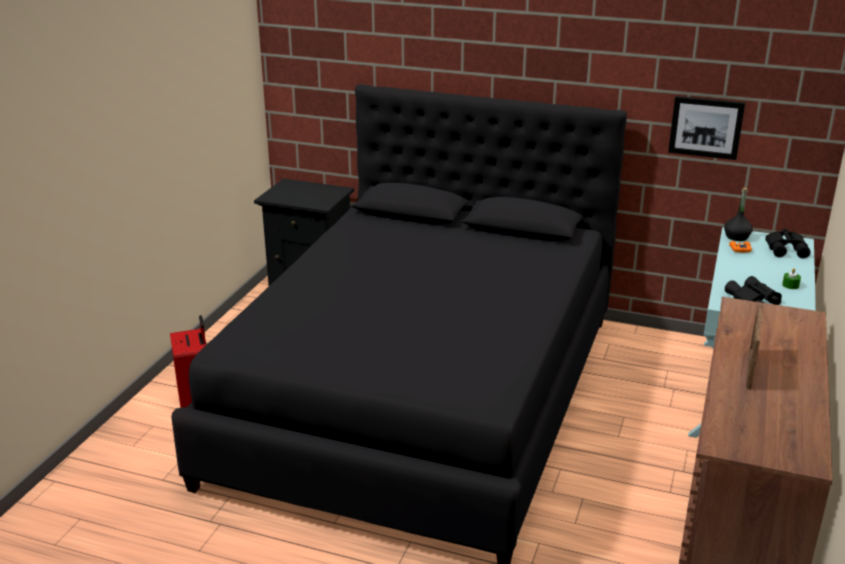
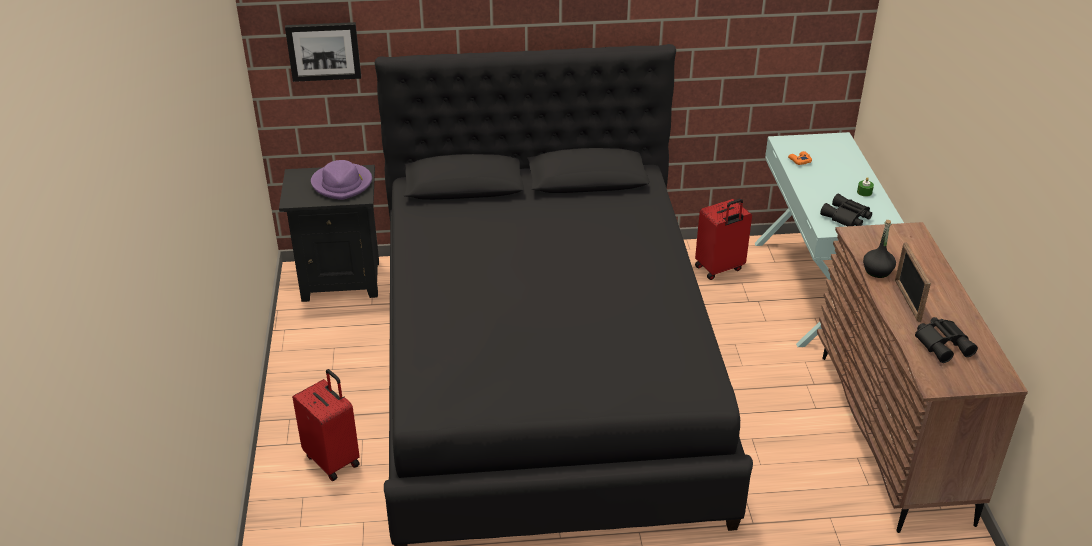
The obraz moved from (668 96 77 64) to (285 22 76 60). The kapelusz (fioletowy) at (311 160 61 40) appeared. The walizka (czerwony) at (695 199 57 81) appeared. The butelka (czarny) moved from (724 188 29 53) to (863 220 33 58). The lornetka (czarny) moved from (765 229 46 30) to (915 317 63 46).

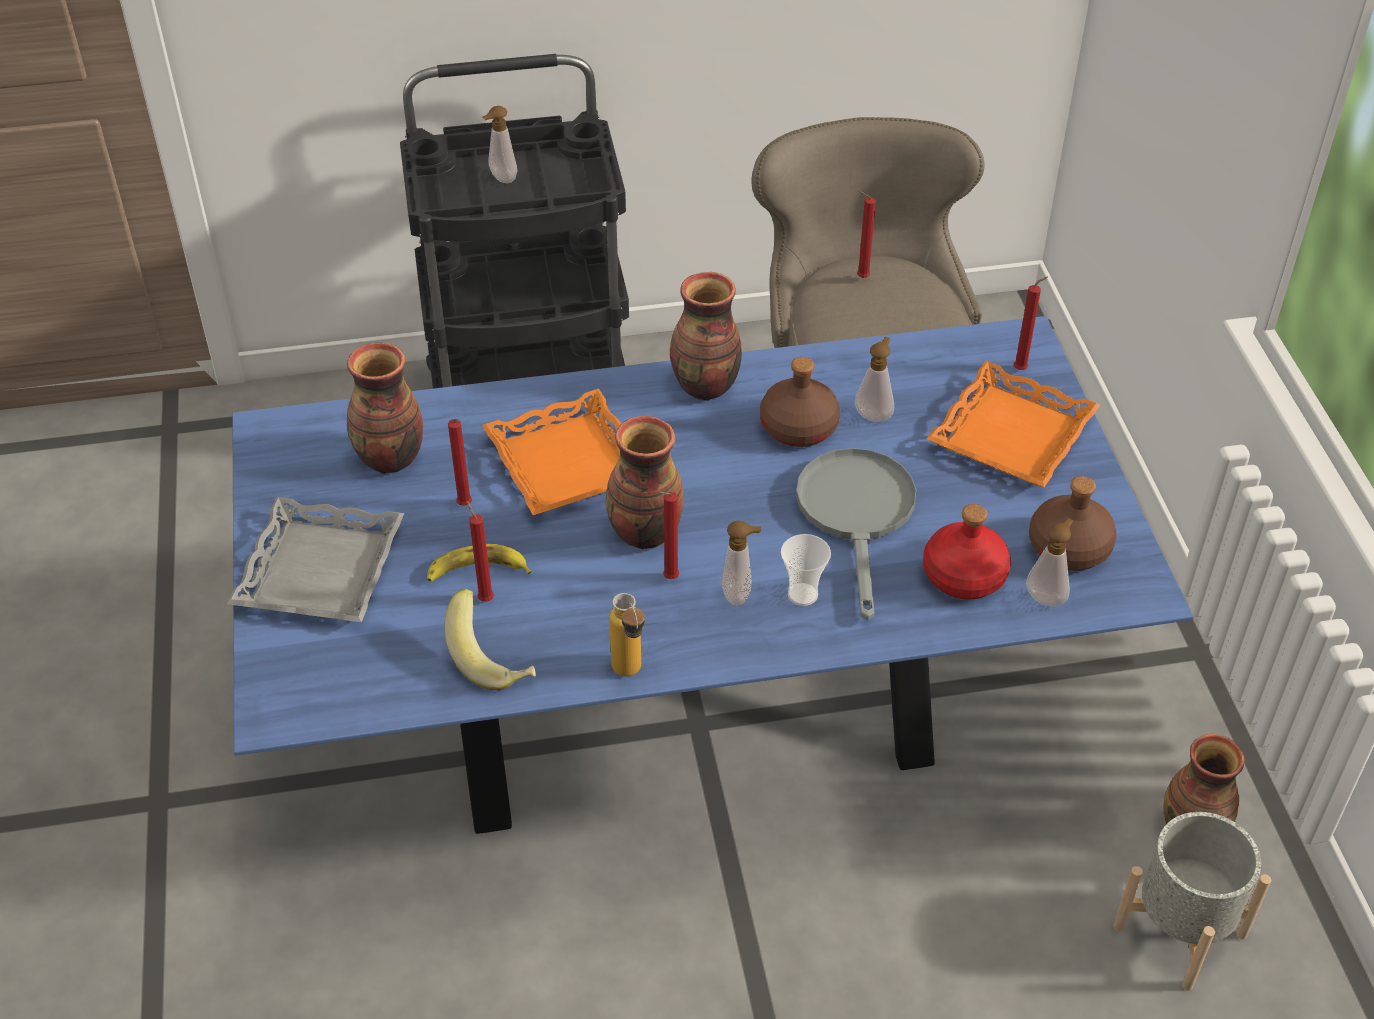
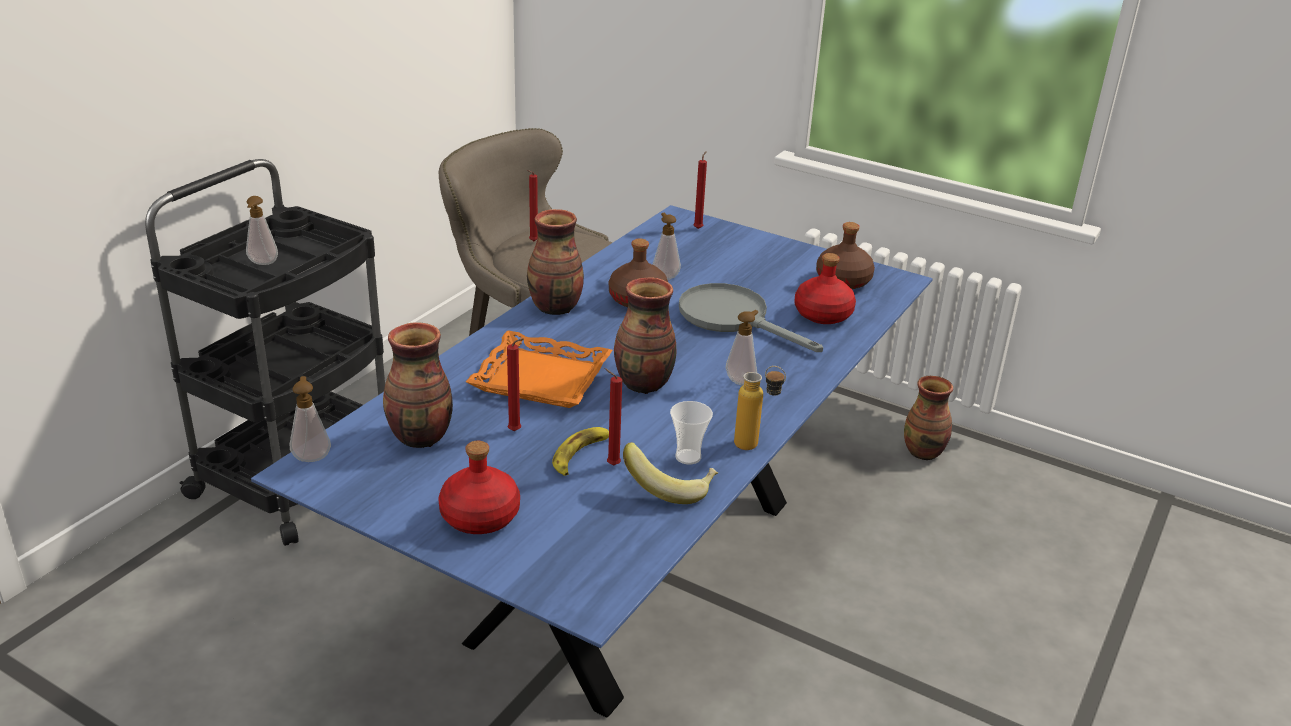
The dozownik mydła moved from (1026 518 47 89) to (289 376 42 86). The taca (szary) at (227 497 177 125) was replaced by the butelka (czerwony) at (438 441 82 93). The filiżanka moved from (781 534 50 72) to (670 401 43 64). The świeca (czerwony) at (658 491 21 88) disappeared. The taca (pomarańczowy) at (927 361 173 126) disappeared. The donica (szary) at (1113 812 158 179) disappeared.

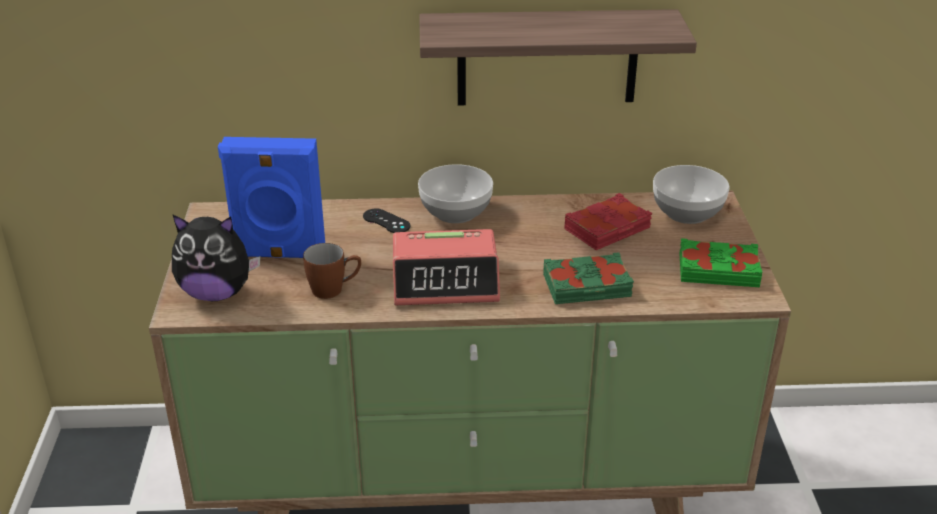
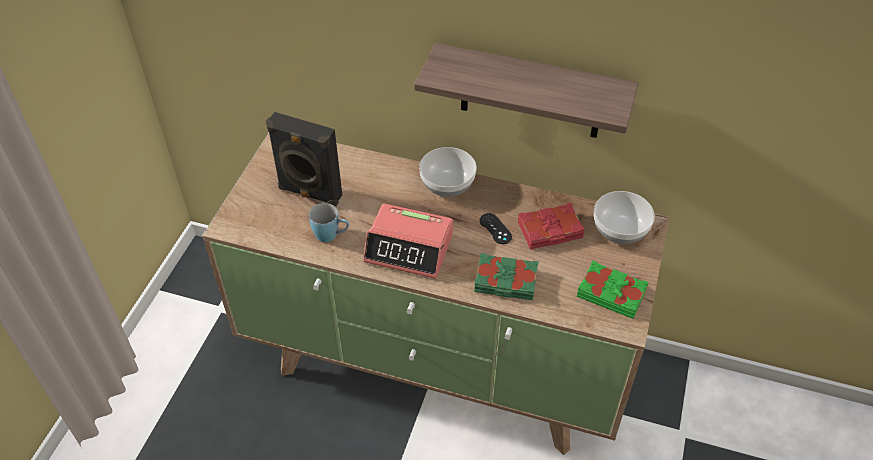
The głośnik (niebieski) at (218 137 107 121) became the głośnik (czarny) at (266 112 76 94). The kubek (brązowy) at (303 243 58 56) became the kubek (niebieski) at (309 203 40 39). The pad do gier (czarny) moved from (363 209 48 24) to (480 213 32 31). The pluszak at (172 214 89 87) disappeared.

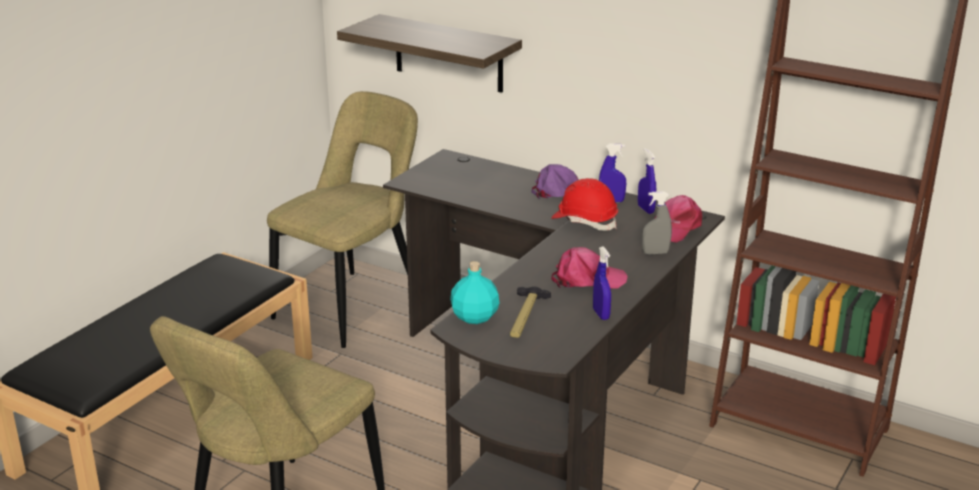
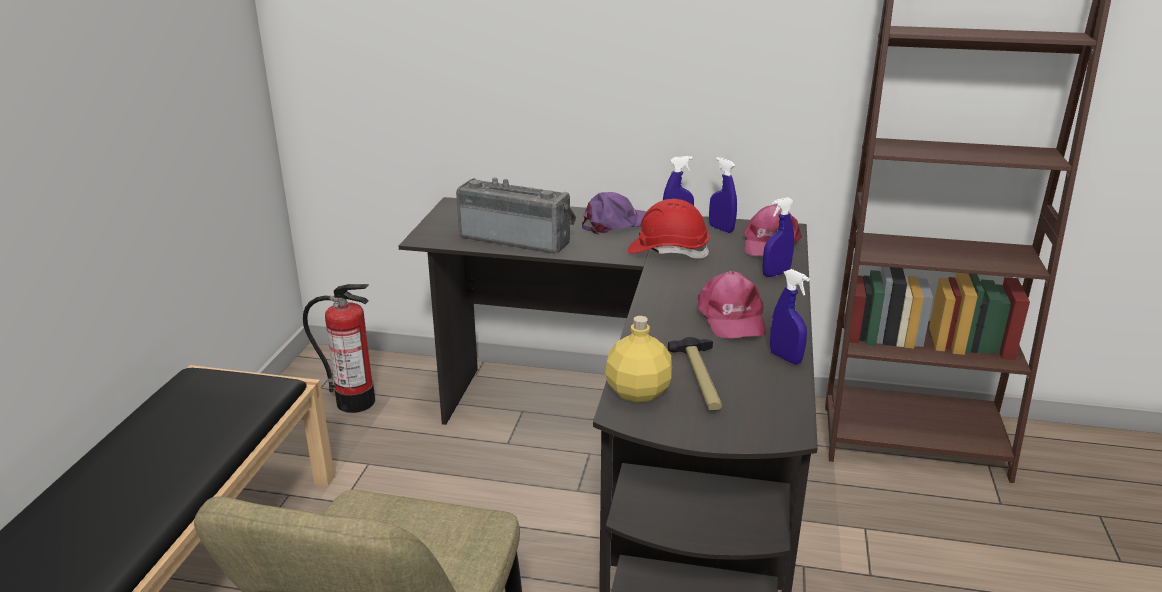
The krzesło (beżowy) at (267 91 151 257) was replaced by the gaśnica at (303 284 72 129). The radio at (456 178 120 76) appeared. The butelka (turkusowy) at (450 261 49 63) became the butelka (żółty) at (605 316 67 87). The czapka z daszkiem (różowy) at (551 247 77 42) turned 105 degrees clockwise. The spryskiwacz (szary) at (642 191 30 64) became the spryskiwacz (niebieski) at (762 197 32 80). The półka at (337 14 185 79) disappeared.

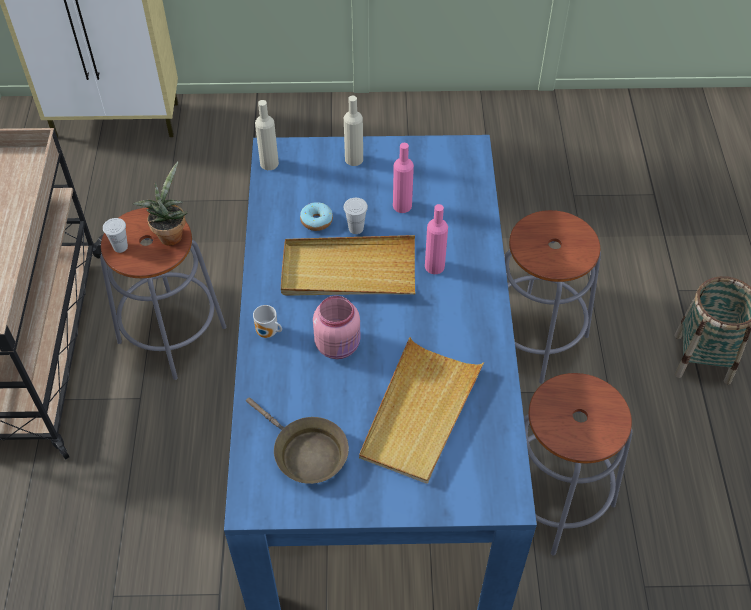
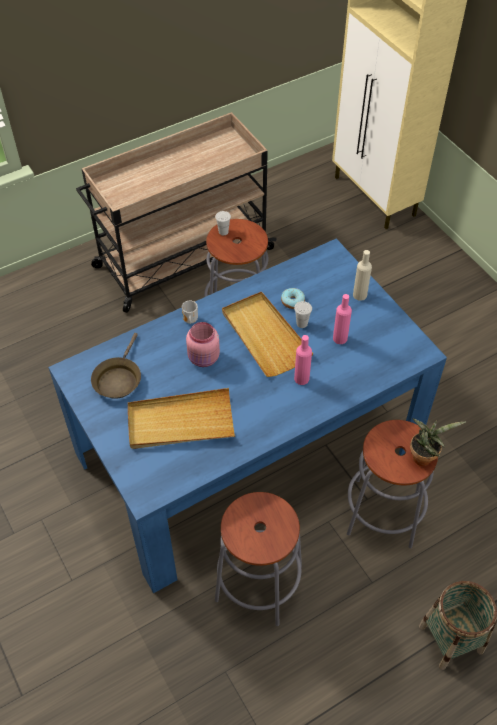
The roślina doniczkowa moved from (133 162 55 84) to (410 418 56 48). The butelka (beżowy) at (255 100 24 70) disappeared.

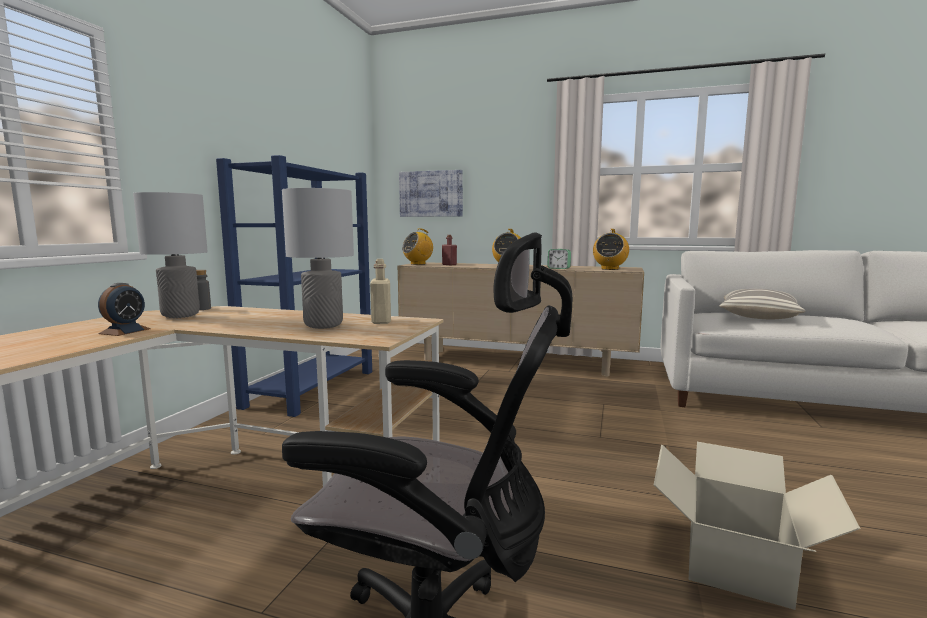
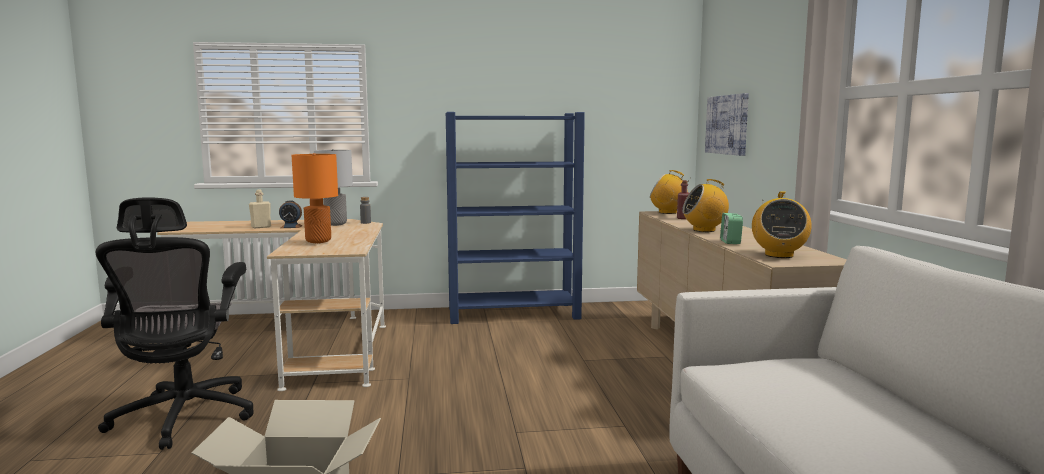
The butelka (beżowy) moved from (370 259 21 65) to (249 190 22 38). The lampa stołowa (szary) at (282 188 72 141) became the lampa stołowa (pomarańczowy) at (292 153 46 91). The radio at (593 229 36 41) turned 75 degrees counterclockwise. The poduszka at (720 289 86 30) disappeared.

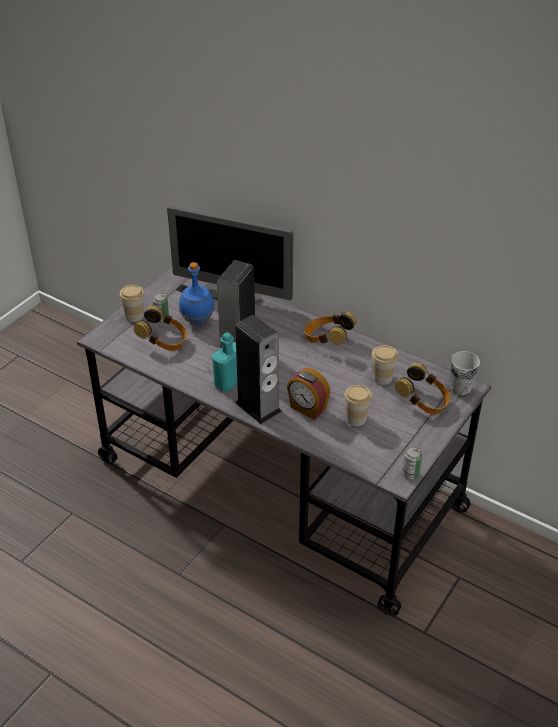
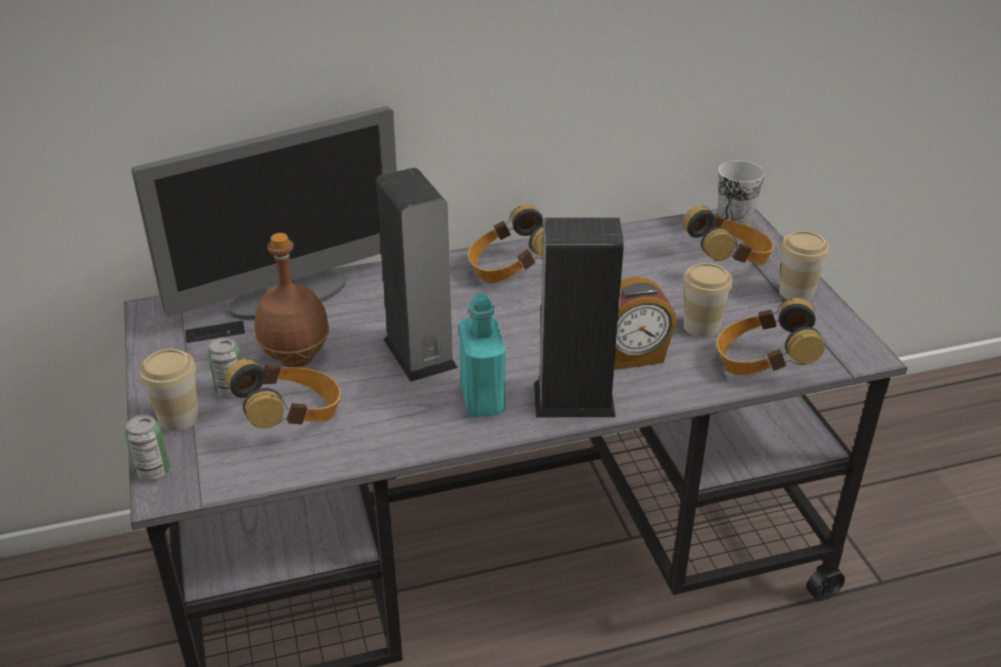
The puszka moved from (402 447 20 32) to (125 414 45 67). The butelka (niebieski) at (179 262 36 64) became the butelka (brązowy) at (254 233 75 134). The słuchawki at (716 298 108 77) appeared. The filiżanka moved from (372 345 26 40) to (779 231 50 70).

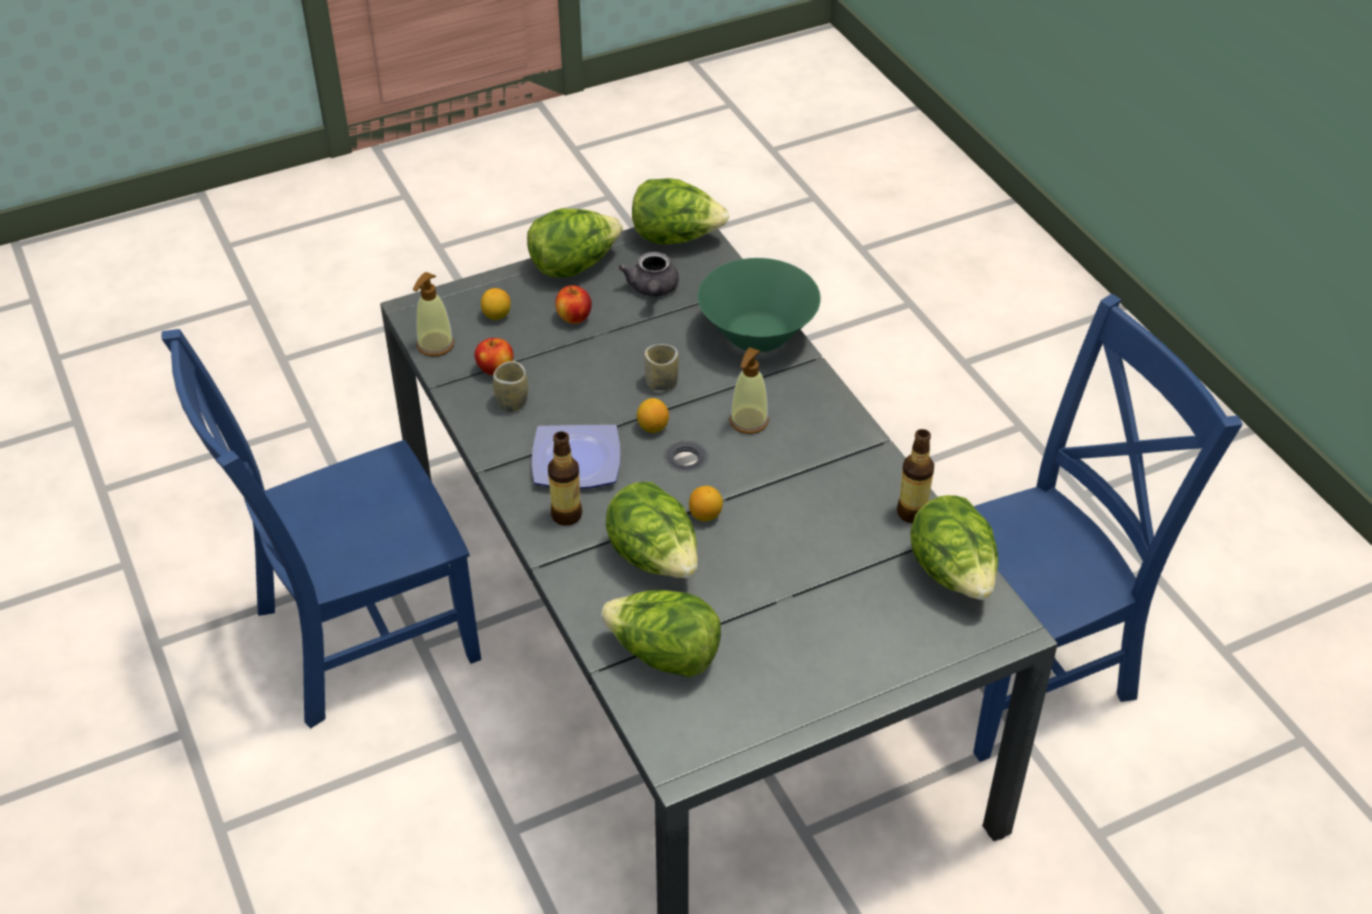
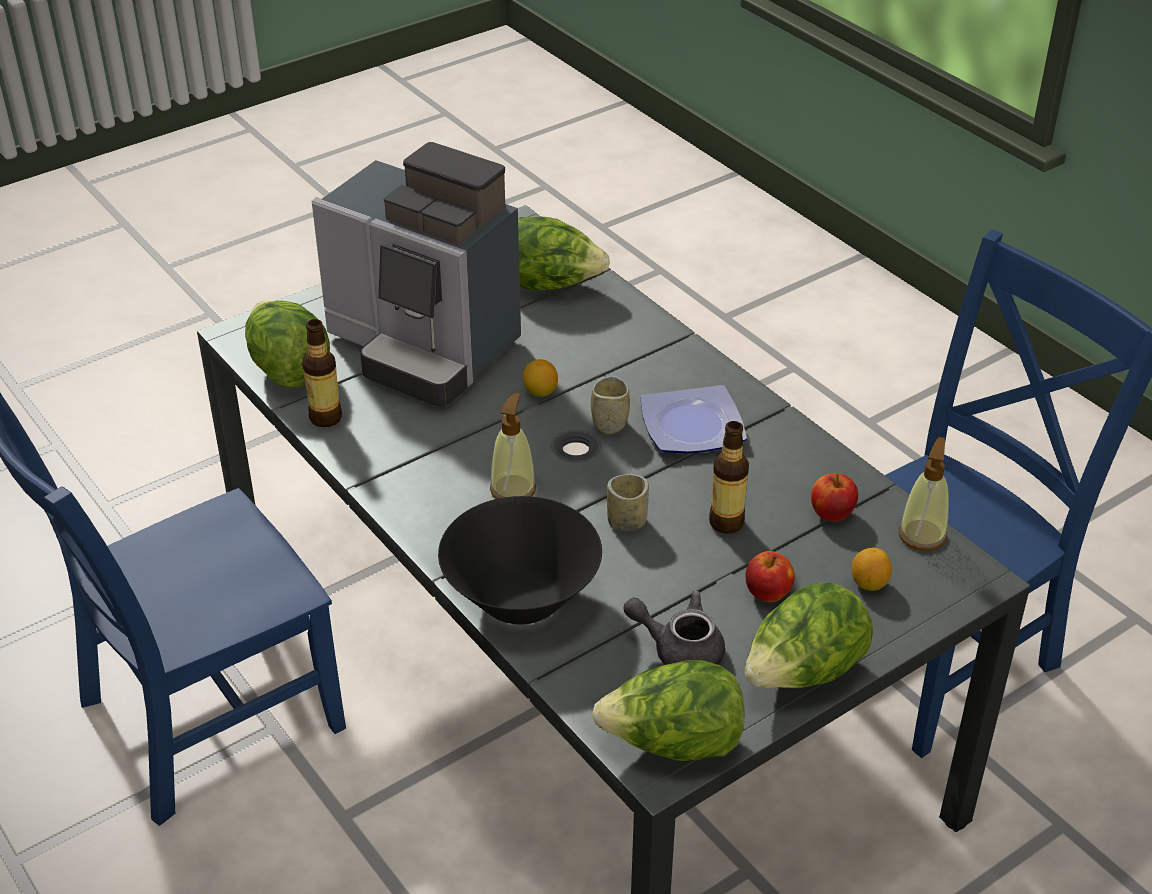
The ekspres do kawy at (312 142 209 265) appeared. The miska (zielony) at (698 258 123 94) became the miska (czarny) at (438 496 164 129). The filiżanka moved from (493 361 35 51) to (591 376 39 58). The imbryk (szary) at (619 252 60 45) turned 60 degrees counterclockwise. The butelka moved from (548 431 34 95) to (709 421 40 113). The sałata at (606 482 92 96) disappeared. The cytryna at (637 398 32 35) disappeared.

